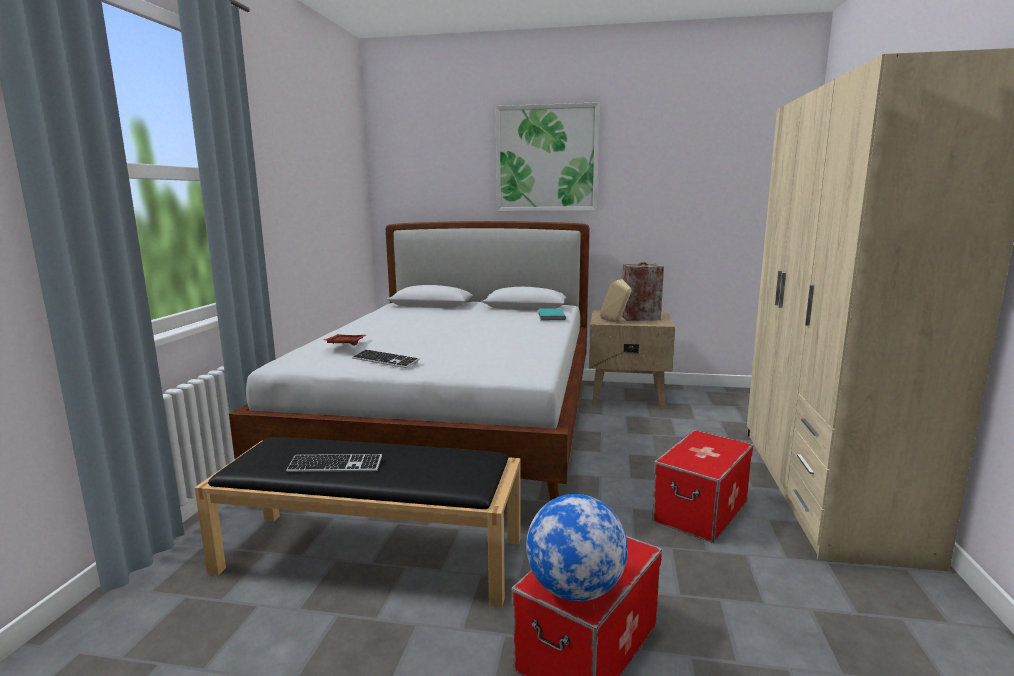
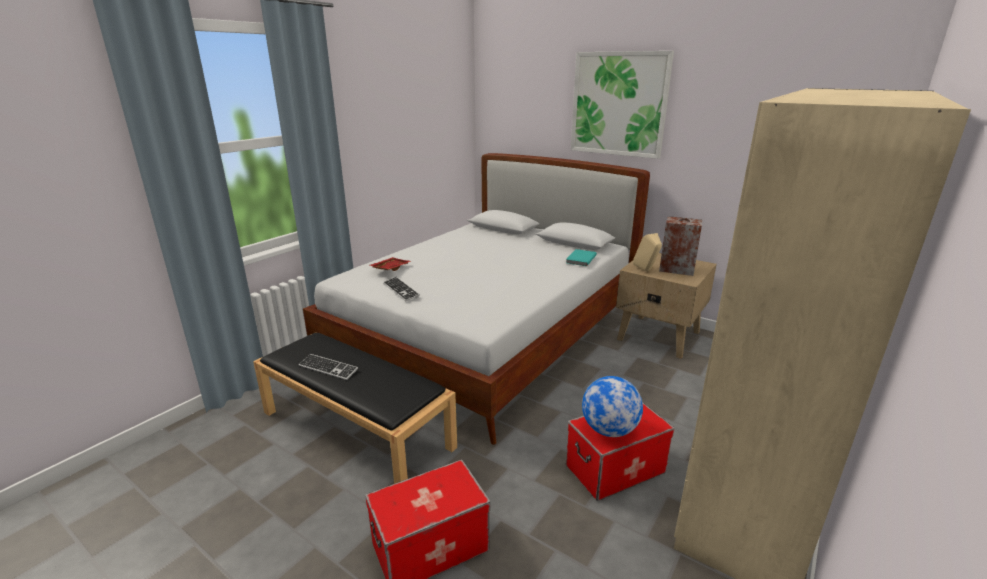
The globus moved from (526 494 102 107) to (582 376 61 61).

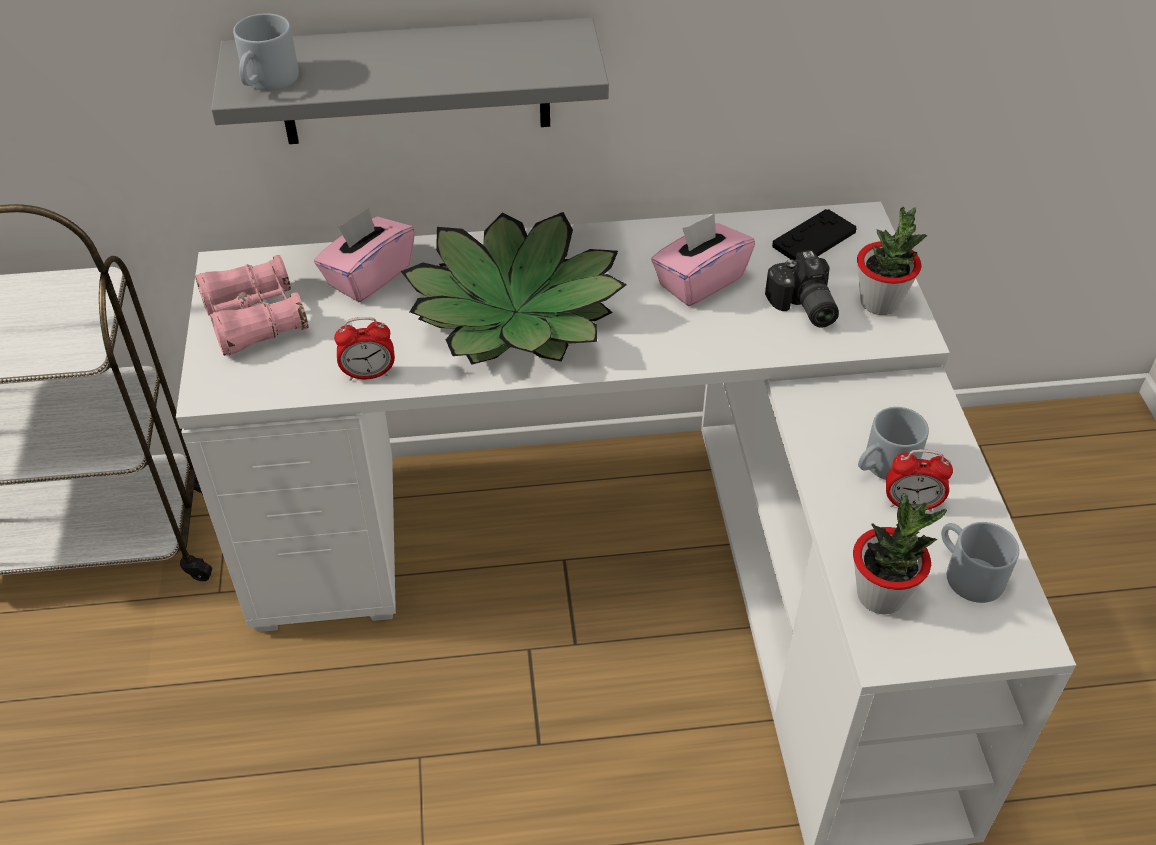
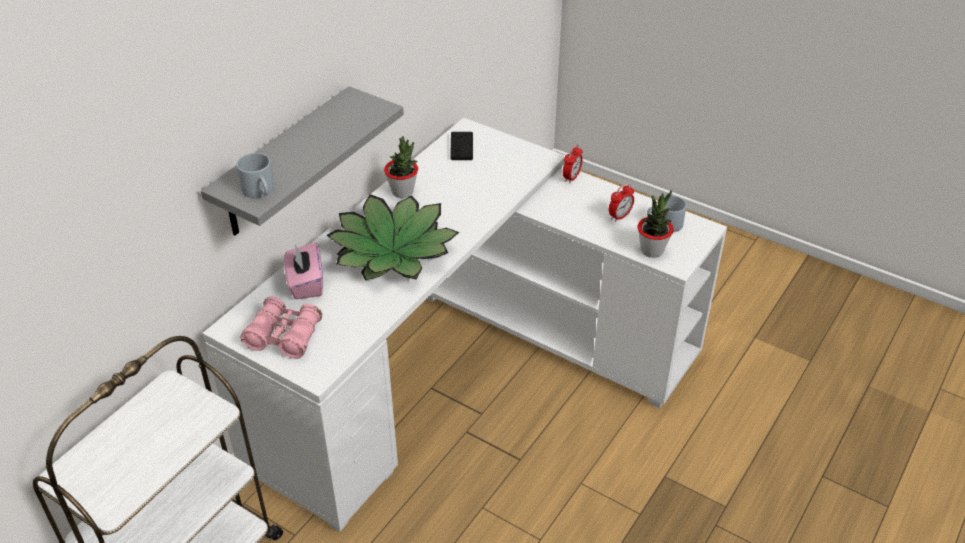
The roślina doniczkowa moved from (857 207 71 108) to (384 136 34 62). The budzik moved from (334 317 61 64) to (563 144 20 39). The pudełko chusteczek (różowy) at (651 214 104 92) disappeared. The aparat fotograficzny at (765 250 74 77) disappeared. The kubek (szary) at (858 407 71 73) disappeared.

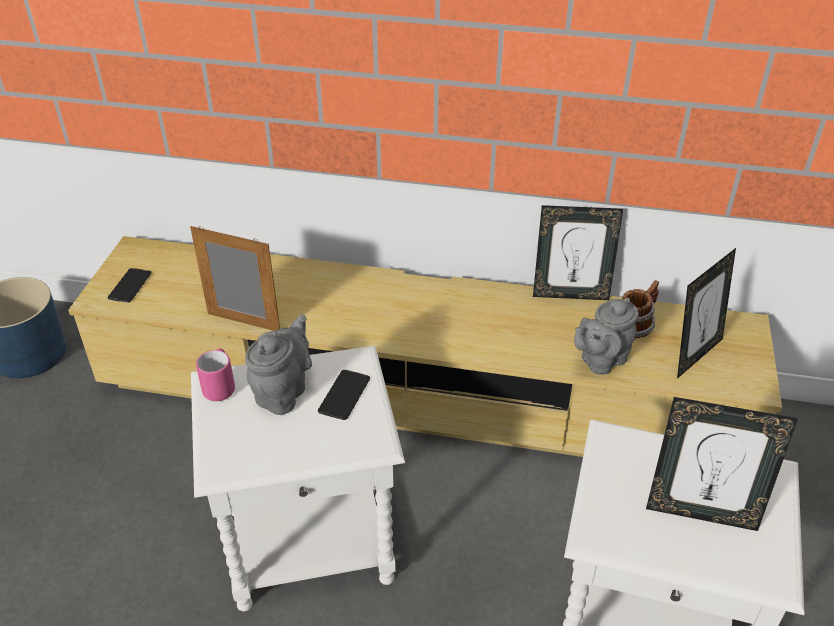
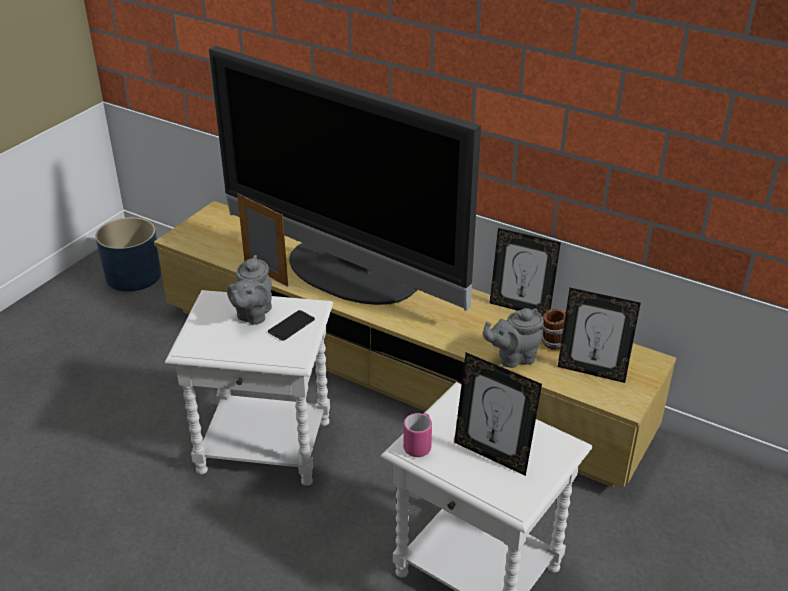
The telewizor at (209 46 272 265) appeared. The imbryk (szary) at (245 314 67 101) turned 150 degrees clockwise. The kubek (różowy) moved from (196 349 39 52) to (403 413 29 44). The ramka na zdjęcie at (677 248 59 131) turned 45 degrees clockwise. The telefon at (108 268 44 35) disappeared.

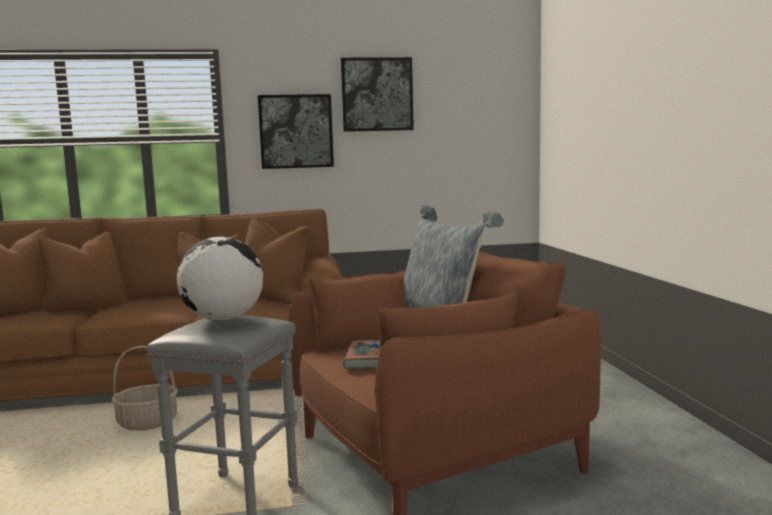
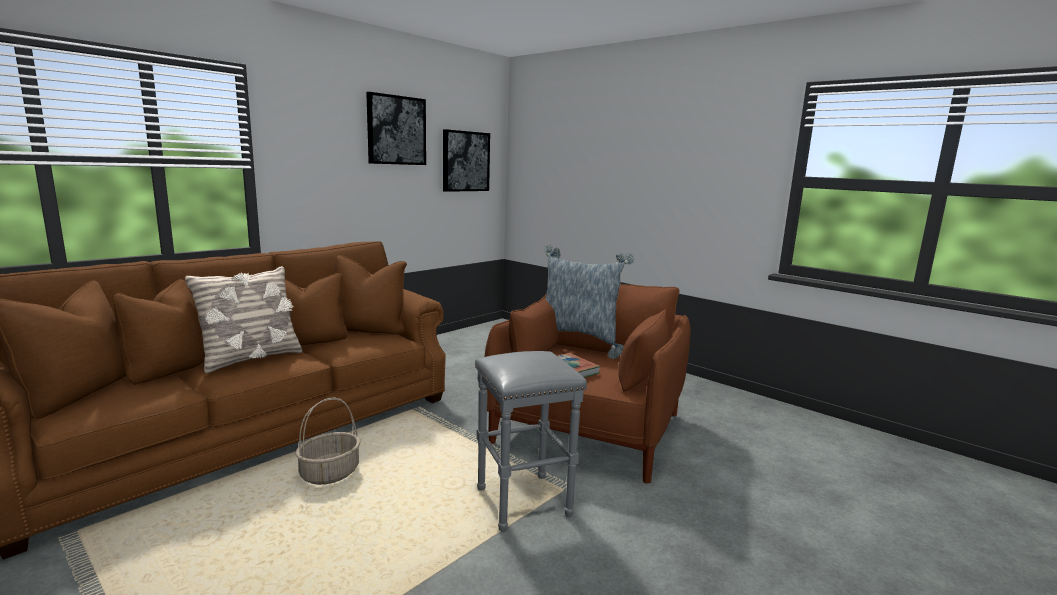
The poduszka (beżowy) at (185 266 117 107) appeared. The obraz moved from (258 94 76 75) to (443 129 47 63). The globus at (177 236 87 85) disappeared.

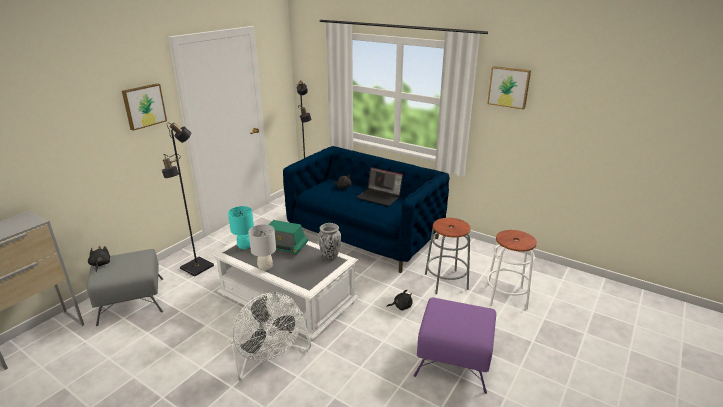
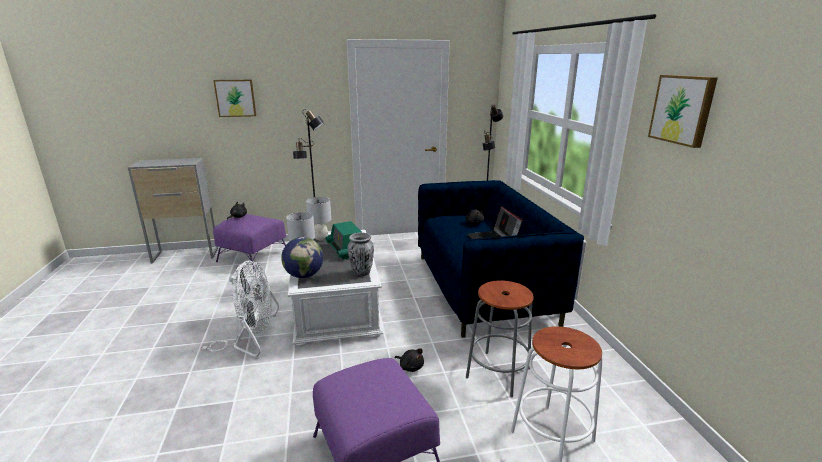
The wentylator (biały) at (230 293 81 89) turned 105 degrees counterclockwise. The obraz moved from (122 83 45 48) to (213 80 43 37). The pufa (szary) at (87 249 76 77) became the pufa (fioletowy) at (213 214 73 58). The globus at (281 237 42 41) appeared. The lampa stołowa (turkusowy) at (228 206 26 43) became the lampa stołowa (szary) at (306 197 25 44).

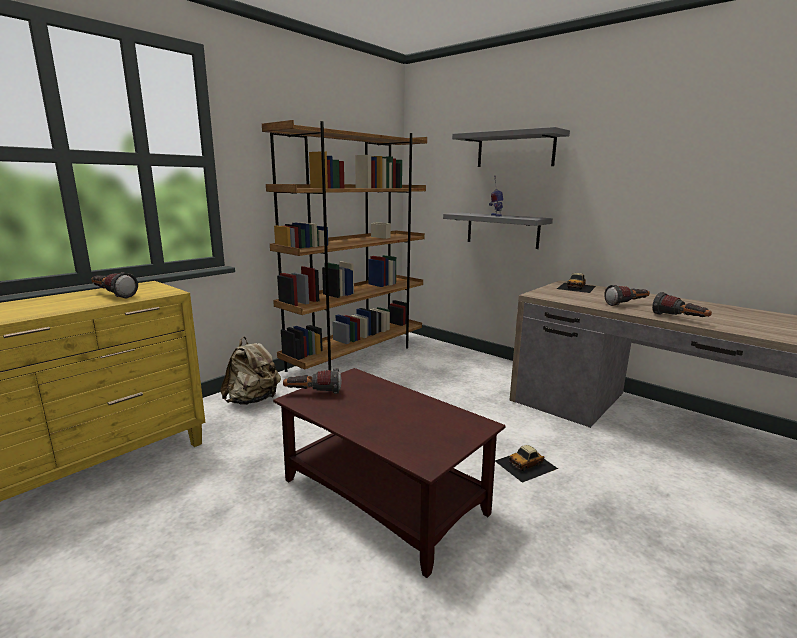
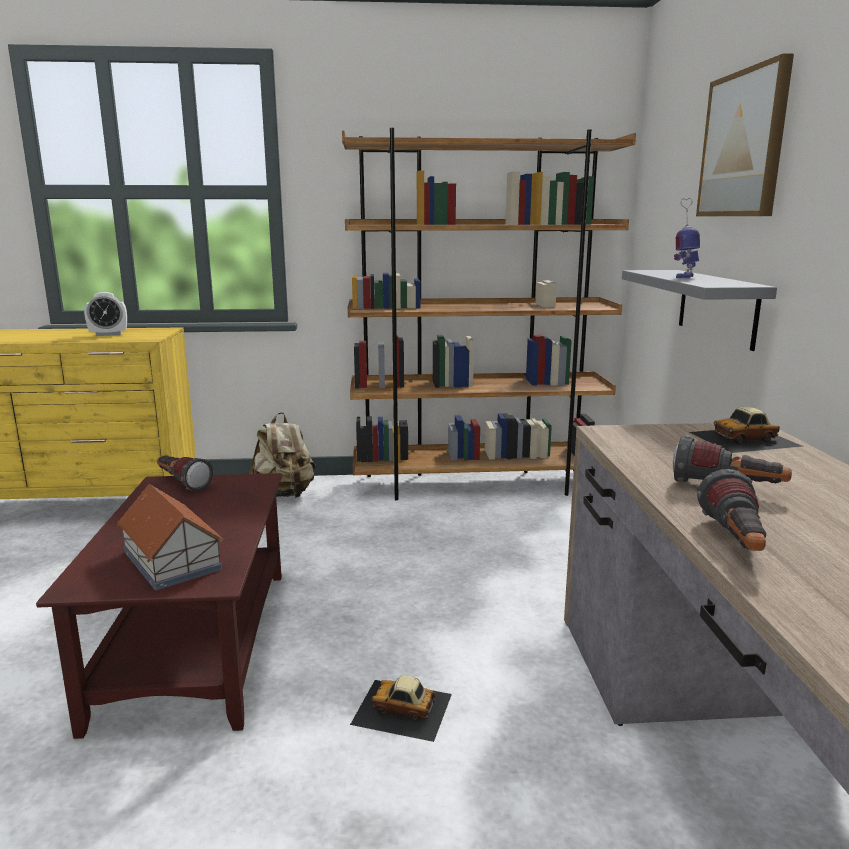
The latarka at (91 272 47 26) was replaced by the budzik at (84 292 43 44). The domek at (117 484 106 106) appeared. The półka (szary) at (452 127 118 40) was replaced by the obraz at (696 53 98 163).

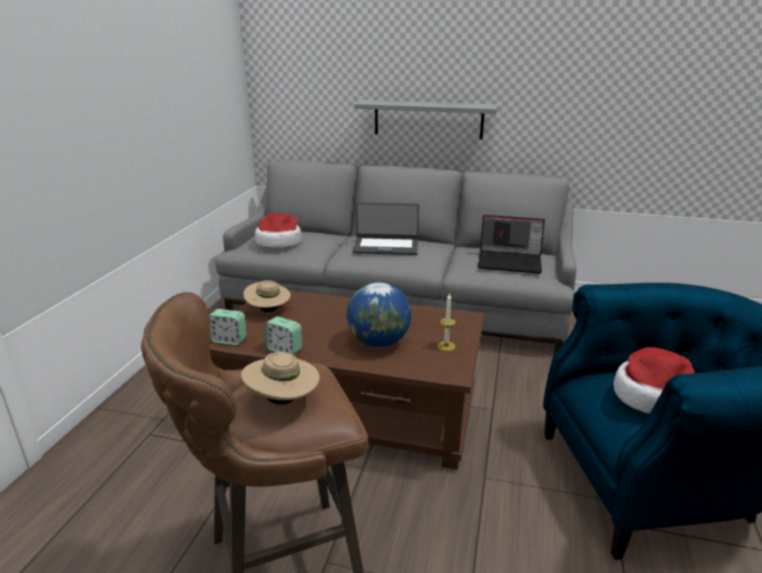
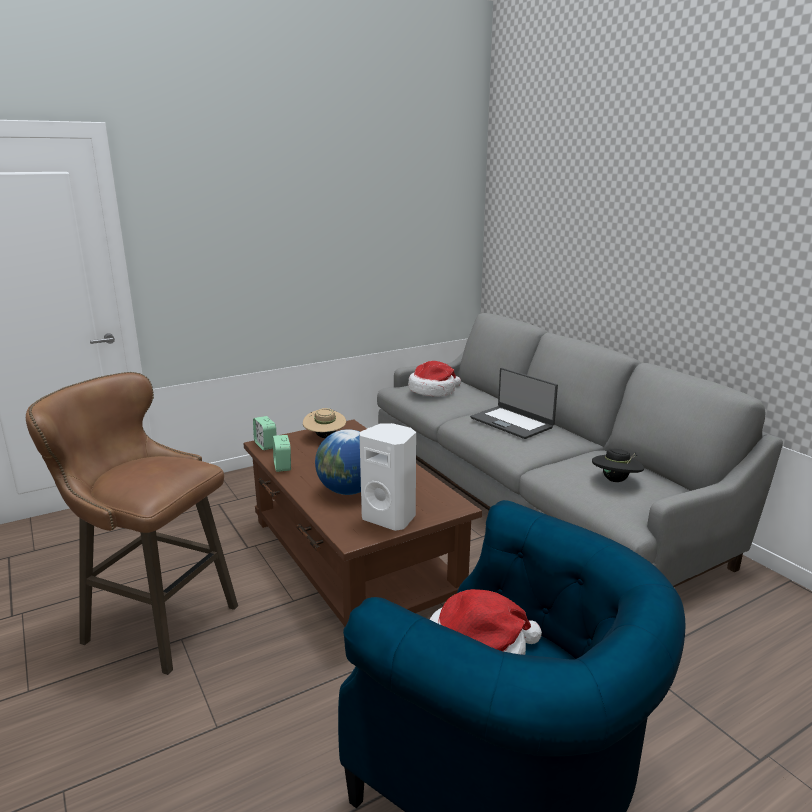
The świeca at (437 293 19 58) was replaced by the głośnik (biały) at (359 423 57 108). The laptop at (478 215 67 58) was replaced by the kapelusz (czarny) at (592 449 52 33). The kapelusz (beżowy) at (241 352 79 53) disappeared. The półka (szary) at (354 100 144 39) disappeared.

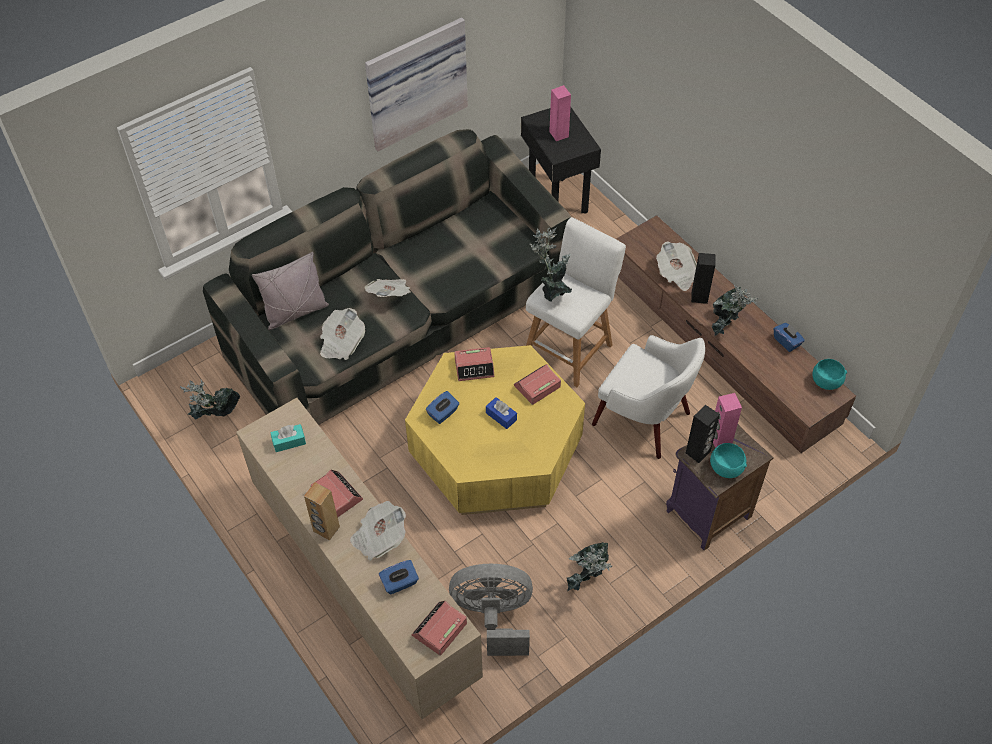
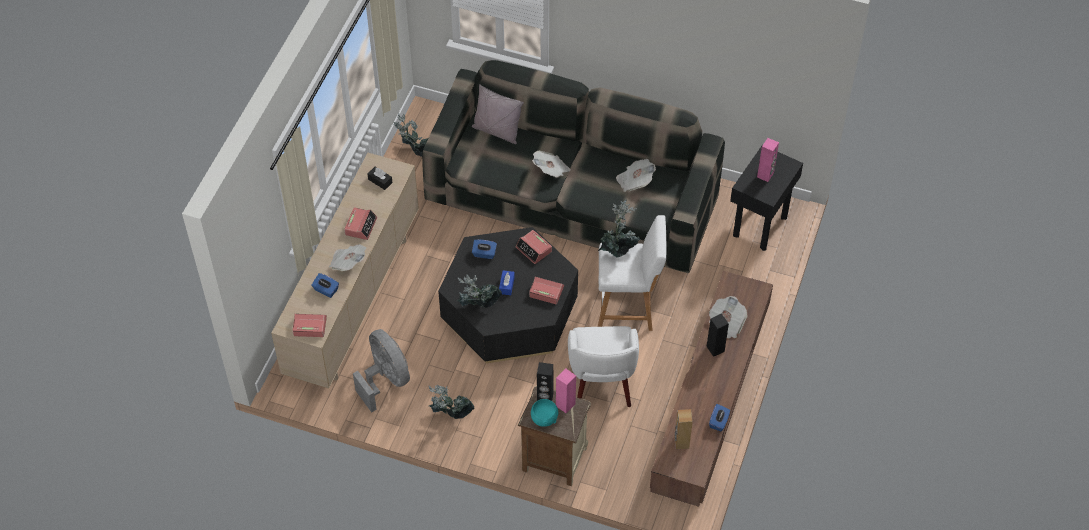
The pudełko chusteczek (turkusowy) at (270 424 36 28) became the pudełko chusteczek (czarny) at (368 167 24 23). The ława (żółty) at (405 345 180 170) became the ława (czarny) at (438 227 140 136). The roślina doniczkowa moved from (712 286 47 50) to (457 275 45 33). The szafka nocna (fioletowy) at (666 424 108 126) became the szafka nocna (beżowy) at (518 386 73 100). The gazeta moved from (320 308 45 52) to (616 159 40 33). The głośnik (brązowy) moved from (304 482 36 59) to (674 409 19 40). The obraz at (365 18 103 133) disappeared. The miska (turkusowy) at (812 359 35 31) disappeared.

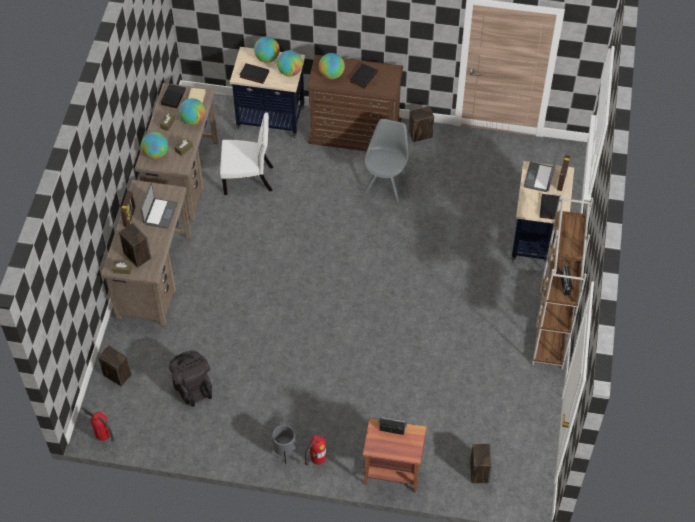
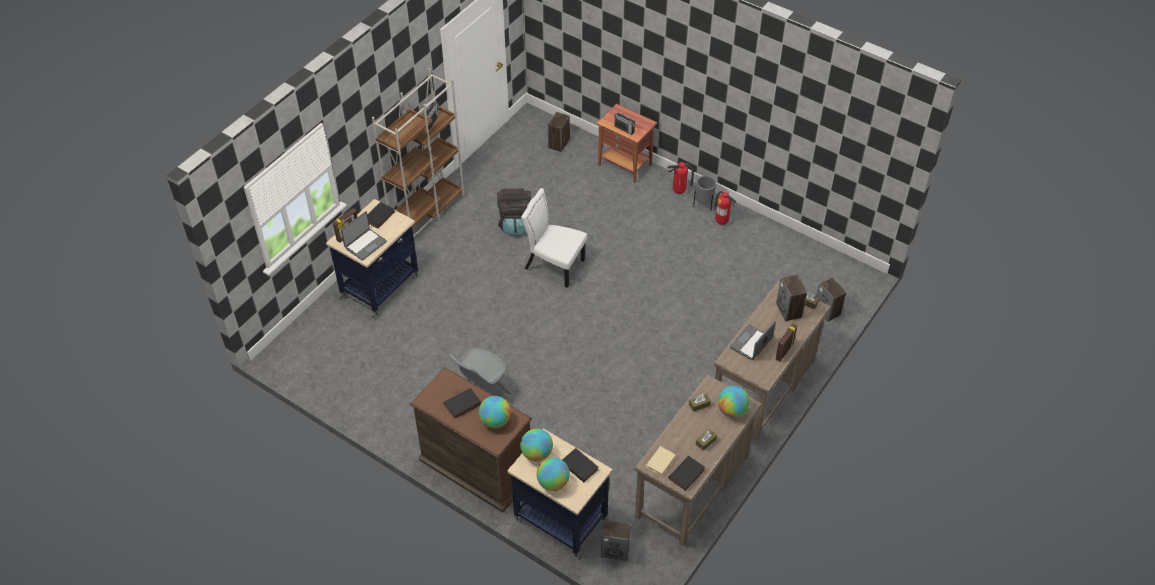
The plecak (czarny) moved from (169 350 43 57) to (497 189 34 46). The krzesło (biały) moved from (220 112 53 83) to (521 188 66 100). The głośnik moved from (409 106 25 36) to (601 520 30 41). The gaśnica moved from (82 407 33 35) to (714 191 23 34). The globus at (179 98 27 27) disappeared.

